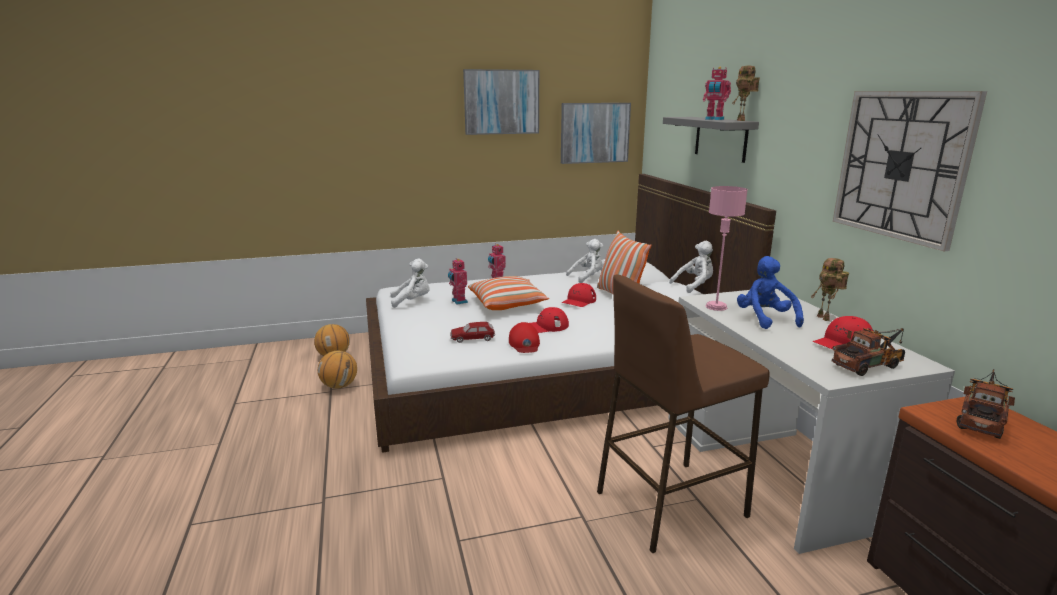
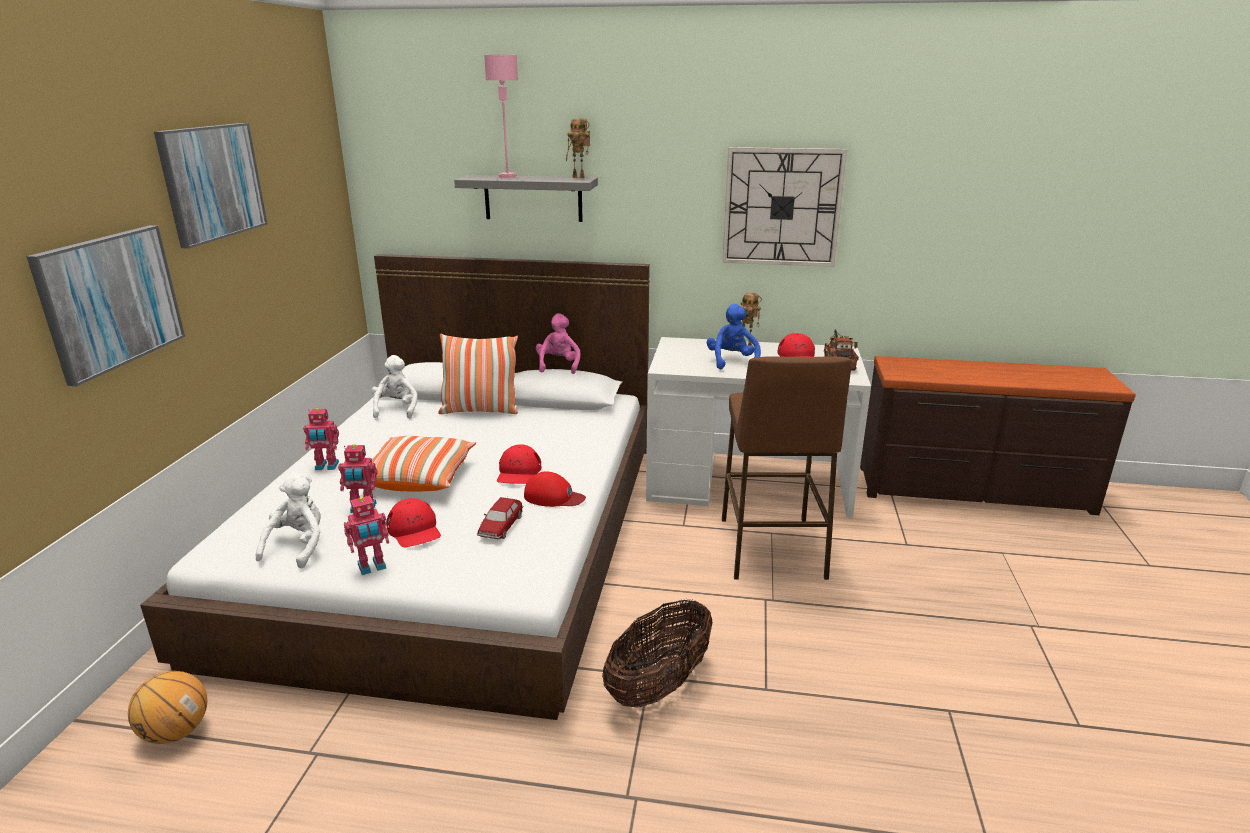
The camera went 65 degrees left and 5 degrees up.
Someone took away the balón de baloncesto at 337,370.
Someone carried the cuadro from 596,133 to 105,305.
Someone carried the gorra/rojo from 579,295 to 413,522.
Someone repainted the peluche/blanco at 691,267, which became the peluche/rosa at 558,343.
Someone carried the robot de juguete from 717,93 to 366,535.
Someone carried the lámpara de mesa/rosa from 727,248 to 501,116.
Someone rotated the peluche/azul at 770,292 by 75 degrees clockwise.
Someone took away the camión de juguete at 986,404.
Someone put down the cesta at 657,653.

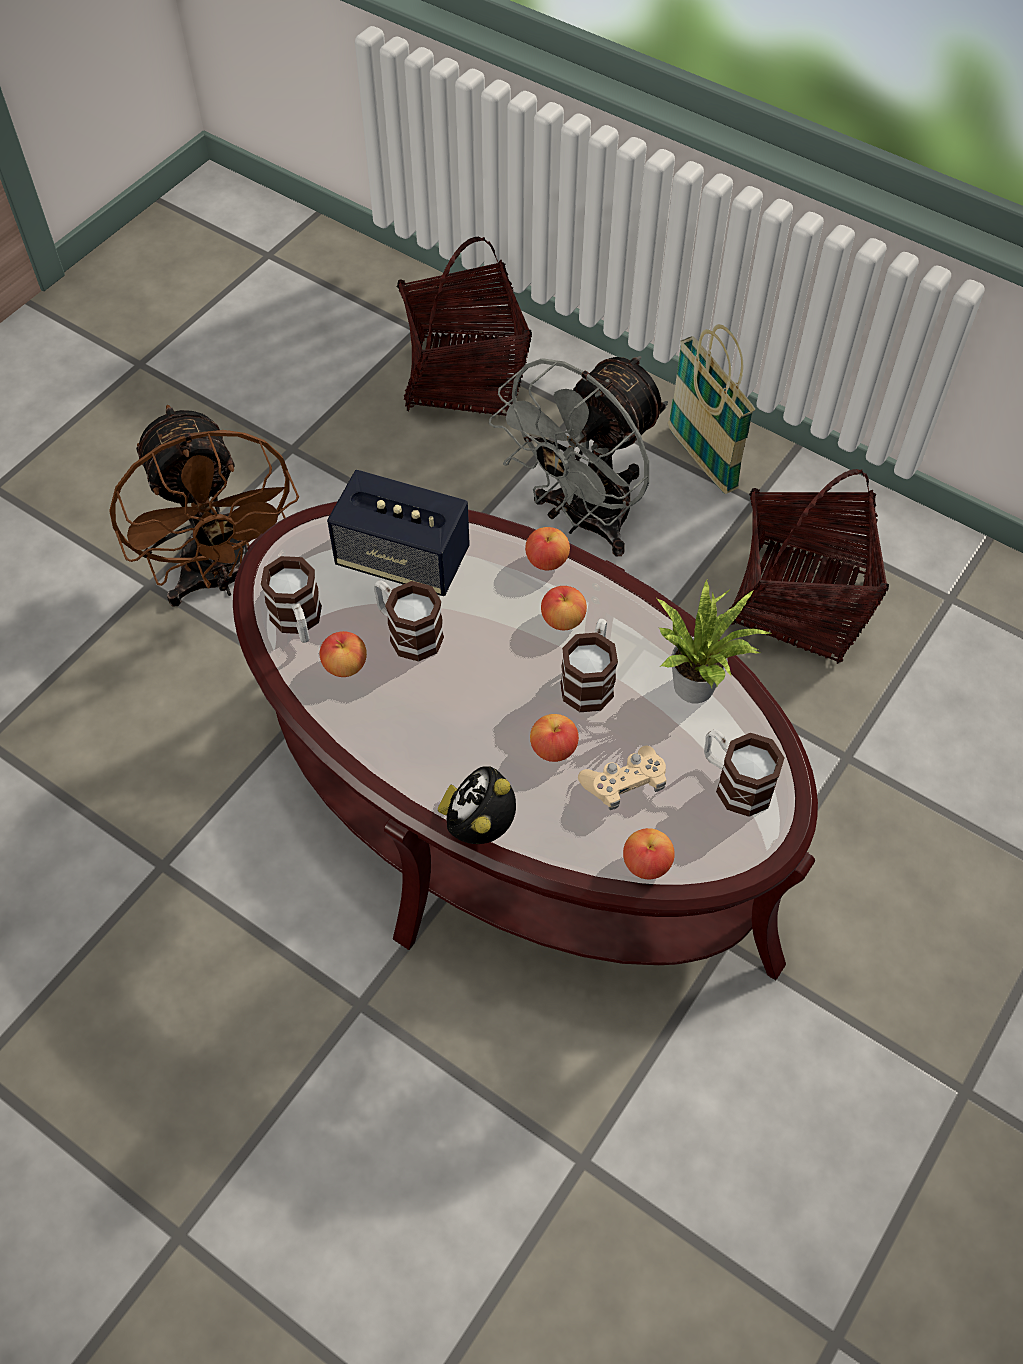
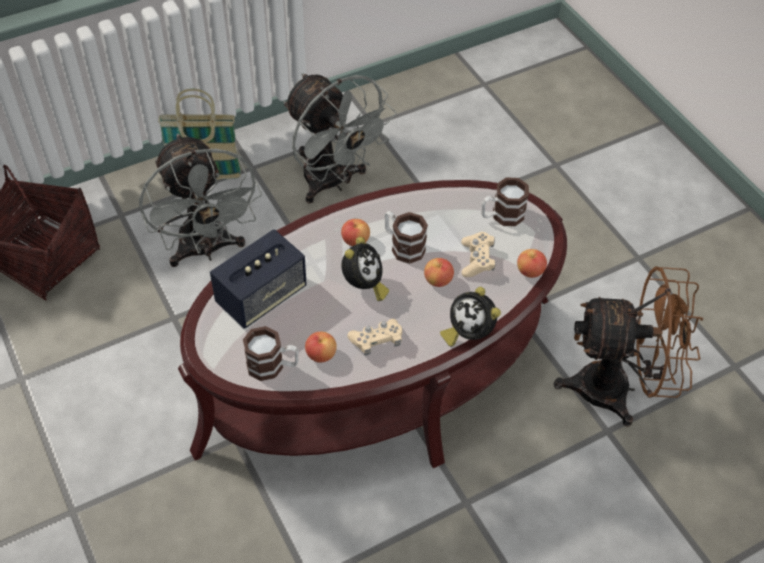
The camera went 65 degrees left and 5 degrees down.
Someone carried the ventilador/marrón from 204,506 to 628,346.
Someone took away the taza grande at 409,621.
Someone took away the manzana at 547,549.
Someone took away the planta en maceta at 713,641.
Someone swapped the cesta at 809,566 for the ventilador/gris at 339,138.
Someone put down the despertador at 365,269.
Someone put down the mando de consola/beis at 374,337.

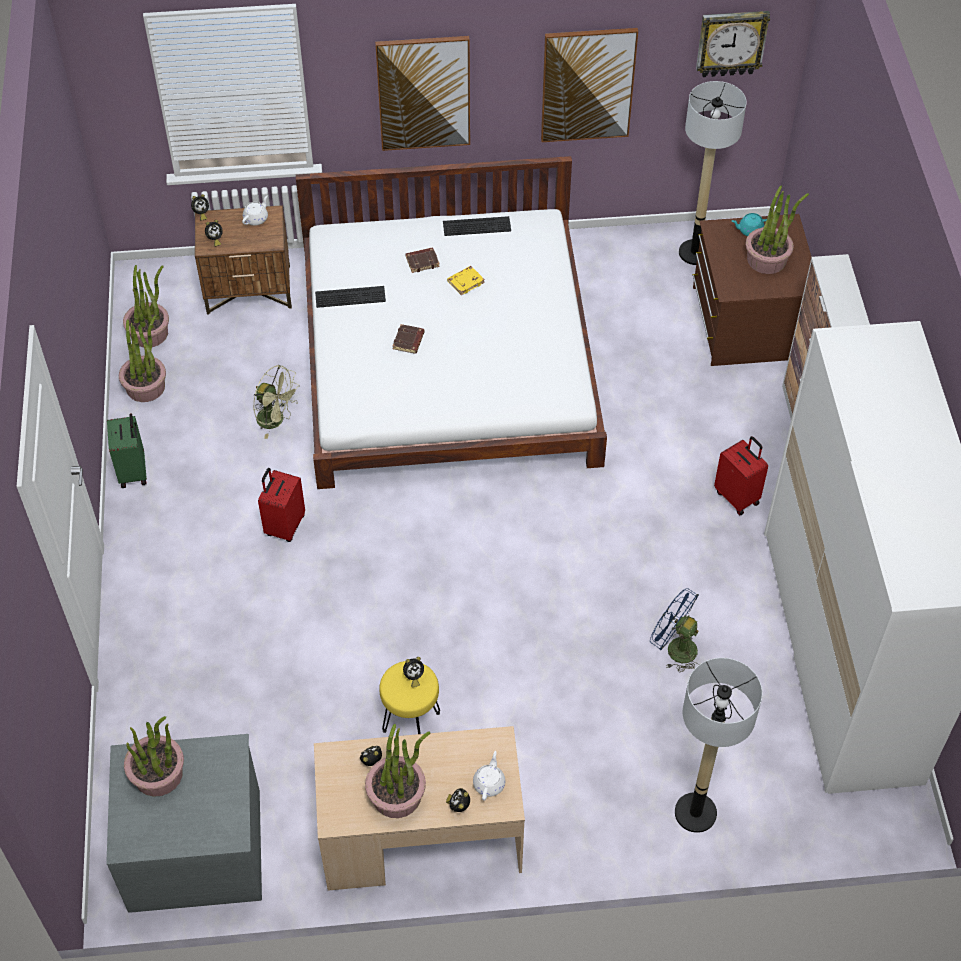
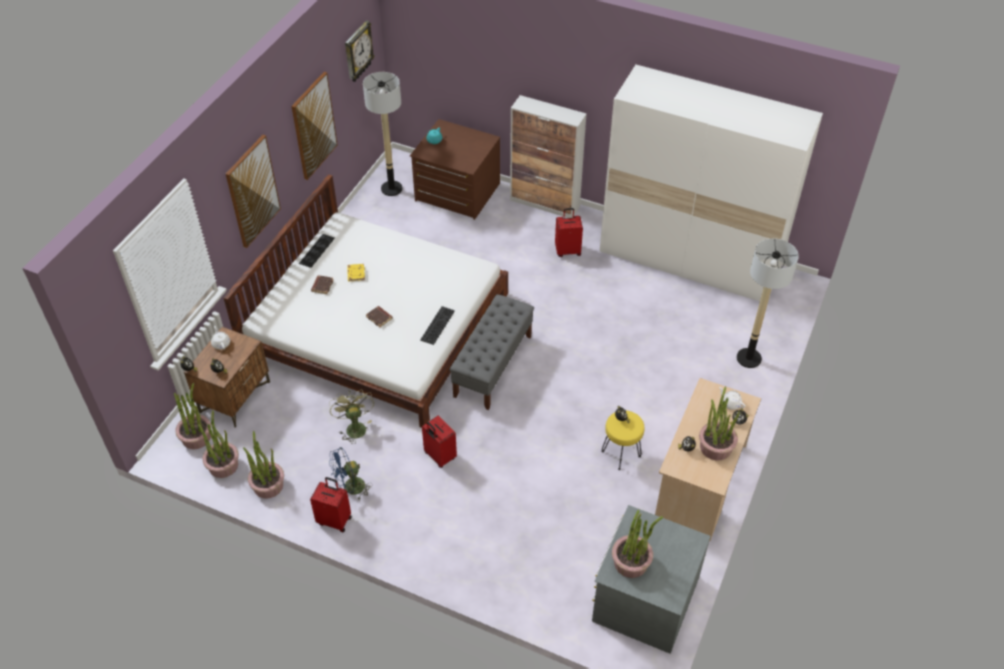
The camera went 60 degrees left and 5 degrees down.
Someone repainted the maleta/verde at 127,450, which became the maleta/rojo at 331,504.
Someone rotated the ventilador/verde at 276,402 by 75 degrees counterclockwise.
Someone carried the teclado from 350,297 to 437,325.
Someone carried the ventilador/azul from 674,630 to 350,473.
Someone carried the planta en maceta from 777,230 to 192,416.
Someone put down the banco/gris at 491,352.

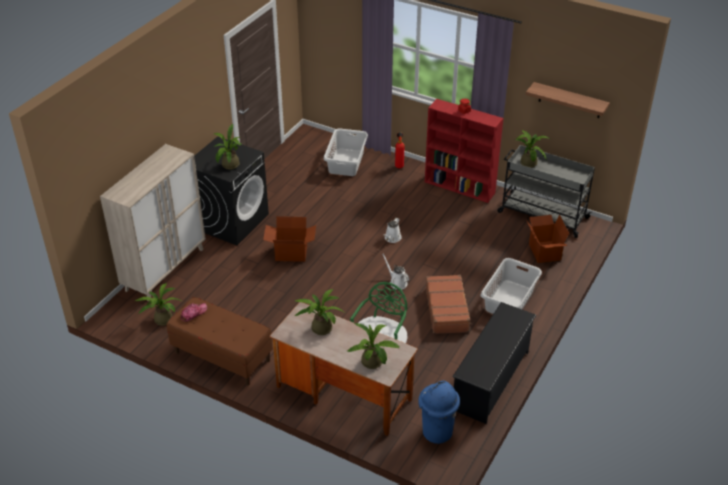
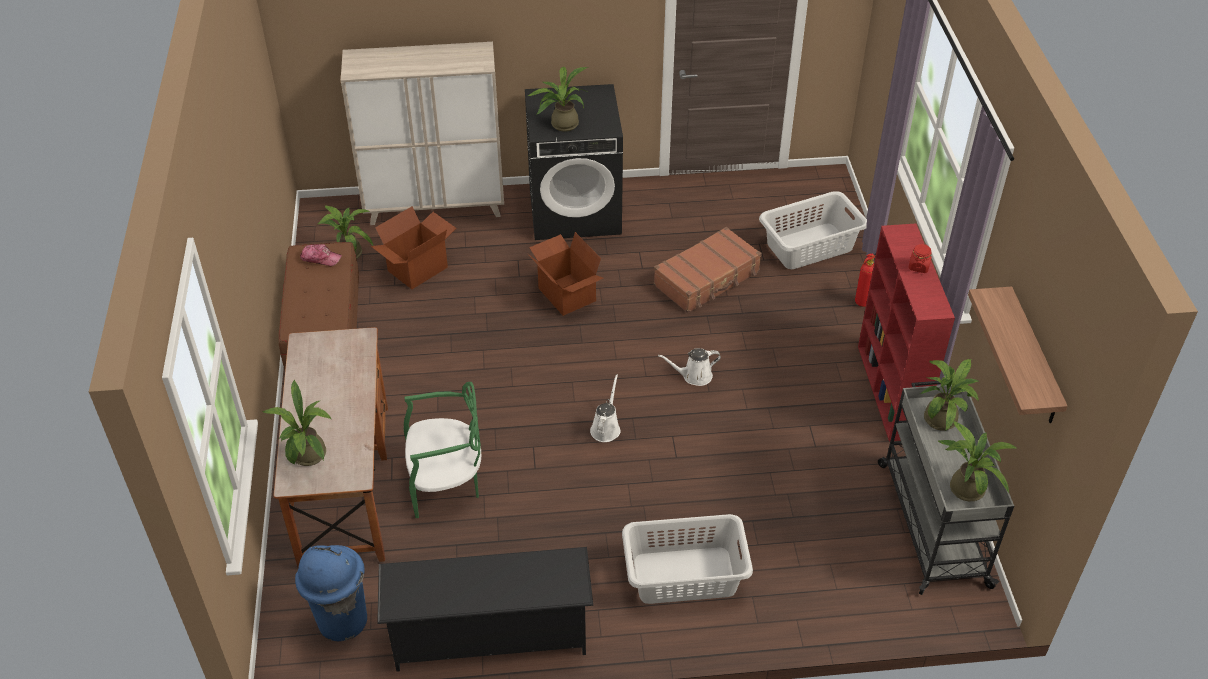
The camera went 55 degrees right and 5 degrees up.
Someone carried the planta en maceta from 319,312 to 978,460.
Someone carried the maleta/marrón from 449,304 to 707,270.
Someone carried the caja de cartón from 547,239 to 413,248.

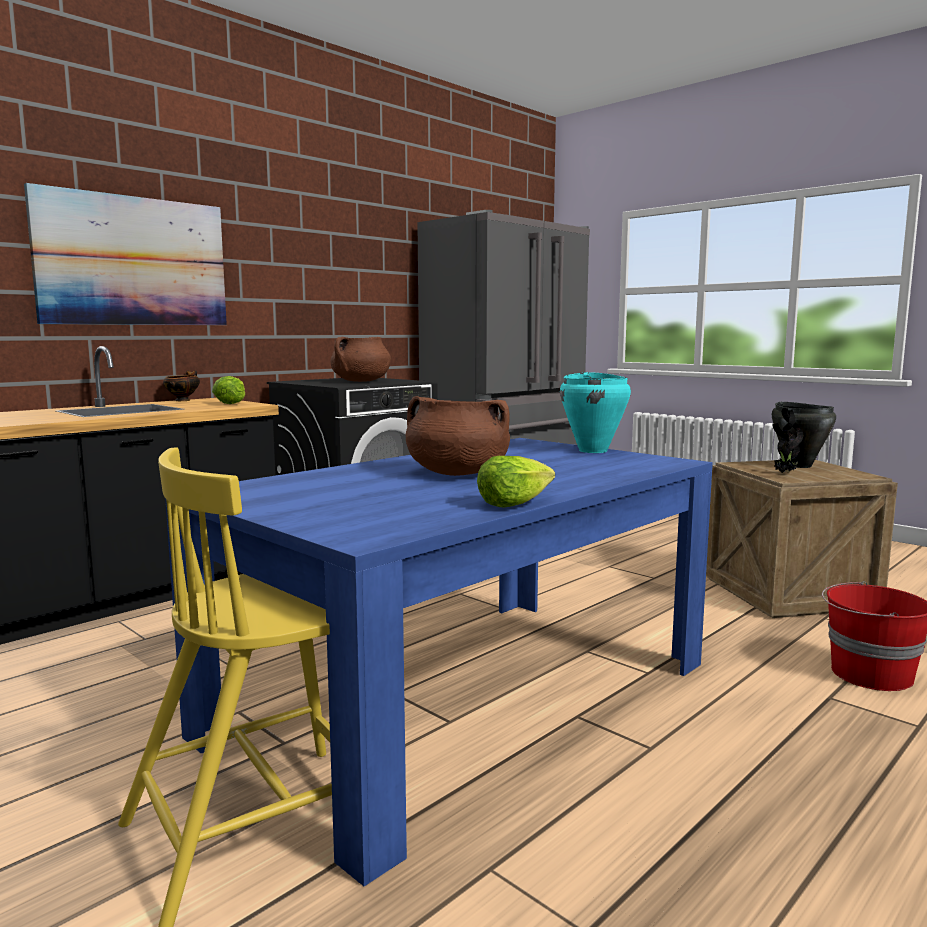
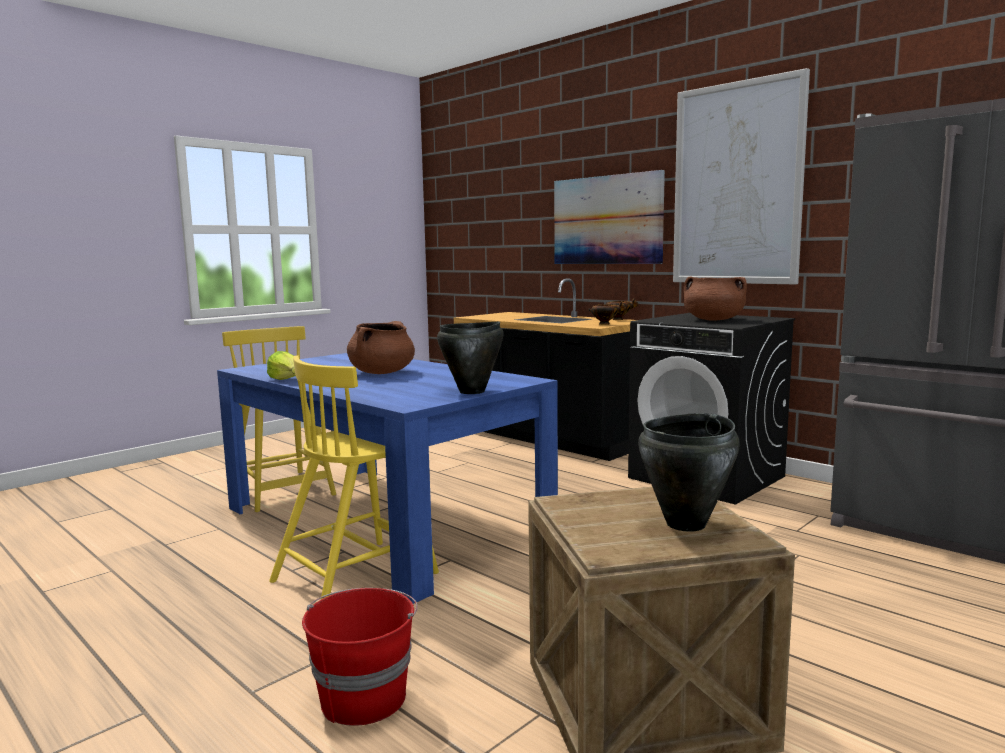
The camera went 90 degrees right and 0 degrees up.
Someone swapped the lechuga at 228,390 for the cuenco at 607,313.
Someone repainted the olla/turquesa at 595,412, which became the olla/negro at 470,357.
Someone took away the planta en maceta at 788,440.
Someone put down the silla/amarillo at 354,477.
Someone put up the cuadro at 741,176.

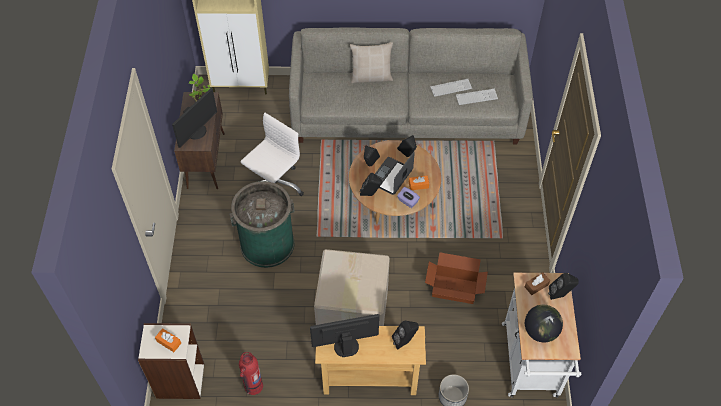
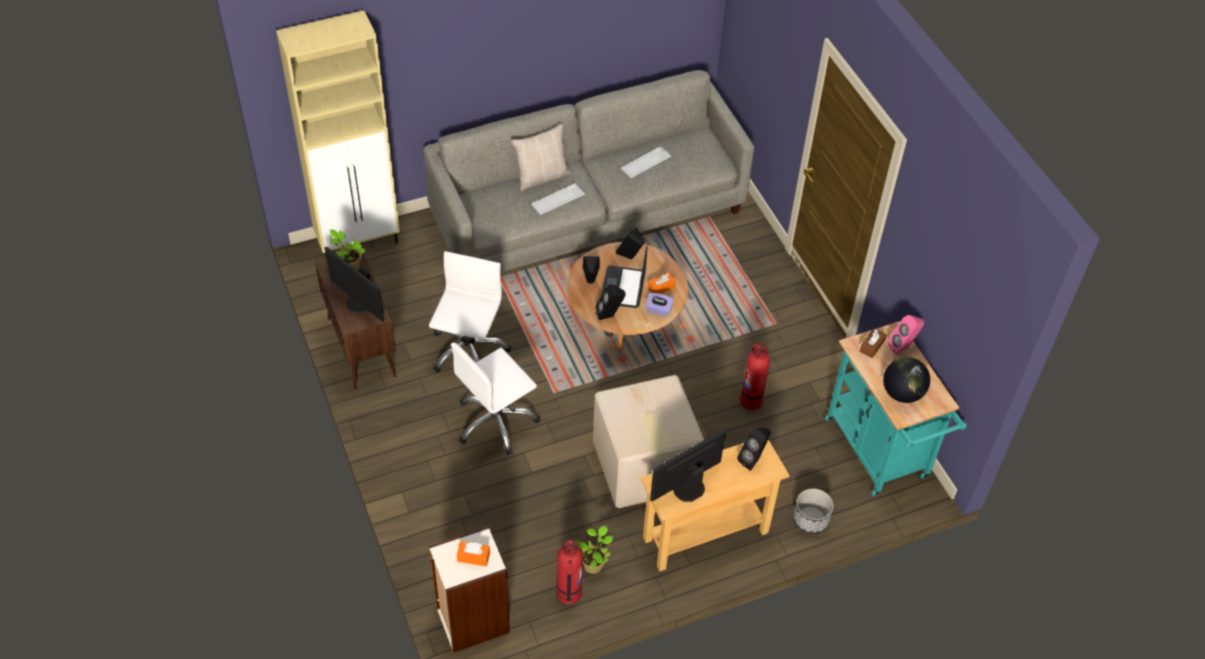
The camera went 25 degrees left and 5 degrees down.
Someone rotated the monitor at 194,118 by 120 degrees clockwise.
Someone swapped the papelera/verde at 262,224 for the silla de oficina/blanco at 495,398.
Someone swapped the caja de cartón at 456,278 for the extintor at 755,377.
Someone carried the teclado from 477,97 to 558,199.
Someone repainted the carrito/blanco at 541,335, which became the carrito/turquesa at 896,408.
Someone repainted the altavoz/negro at 563,286, which became the altavoz/rosa at 905,335.
Someone put down the planta en maceta at 594,549.

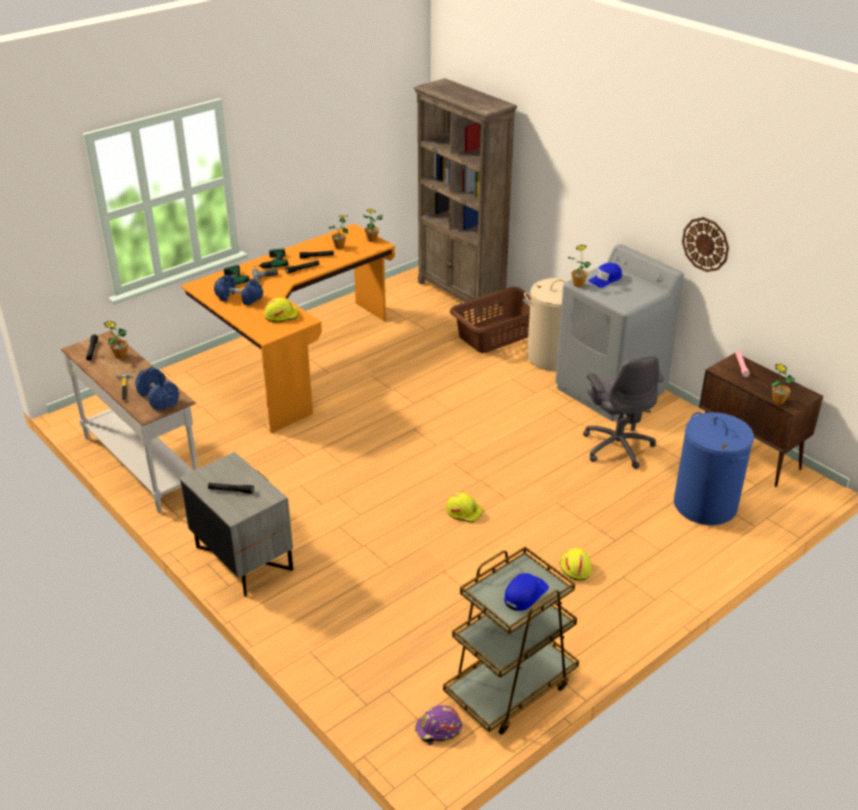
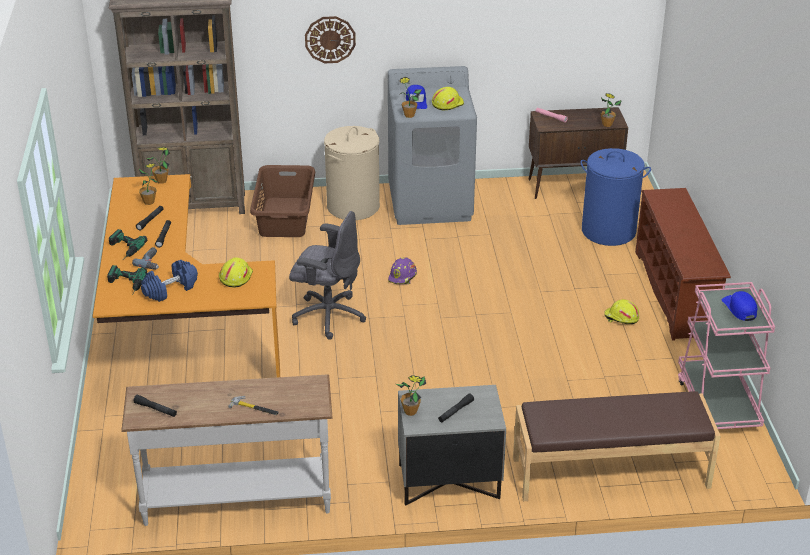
The camera went 55 degrees left and 0 degrees up.
Someone carried the planta en maceta from 116,340 to 411,395.
Someone took away the mancuerna/azul at 157,389.
Someone carried the casco/morado from 438,725 to 402,270.
Someone repainted the carrito/marrón at 511,640, which became the carrito/rosa at 726,355.
Someone carried the casco/amarillo from 464,508 to 448,99.
Someone carried the silla de oficina/gris from 623,412 to 327,275.
Someone carried the reloj de pared from 705,244 to 330,39.
Someone put down the banco/marrón at 616,446.
Someone put down the zapatero/marrón at 683,264.

